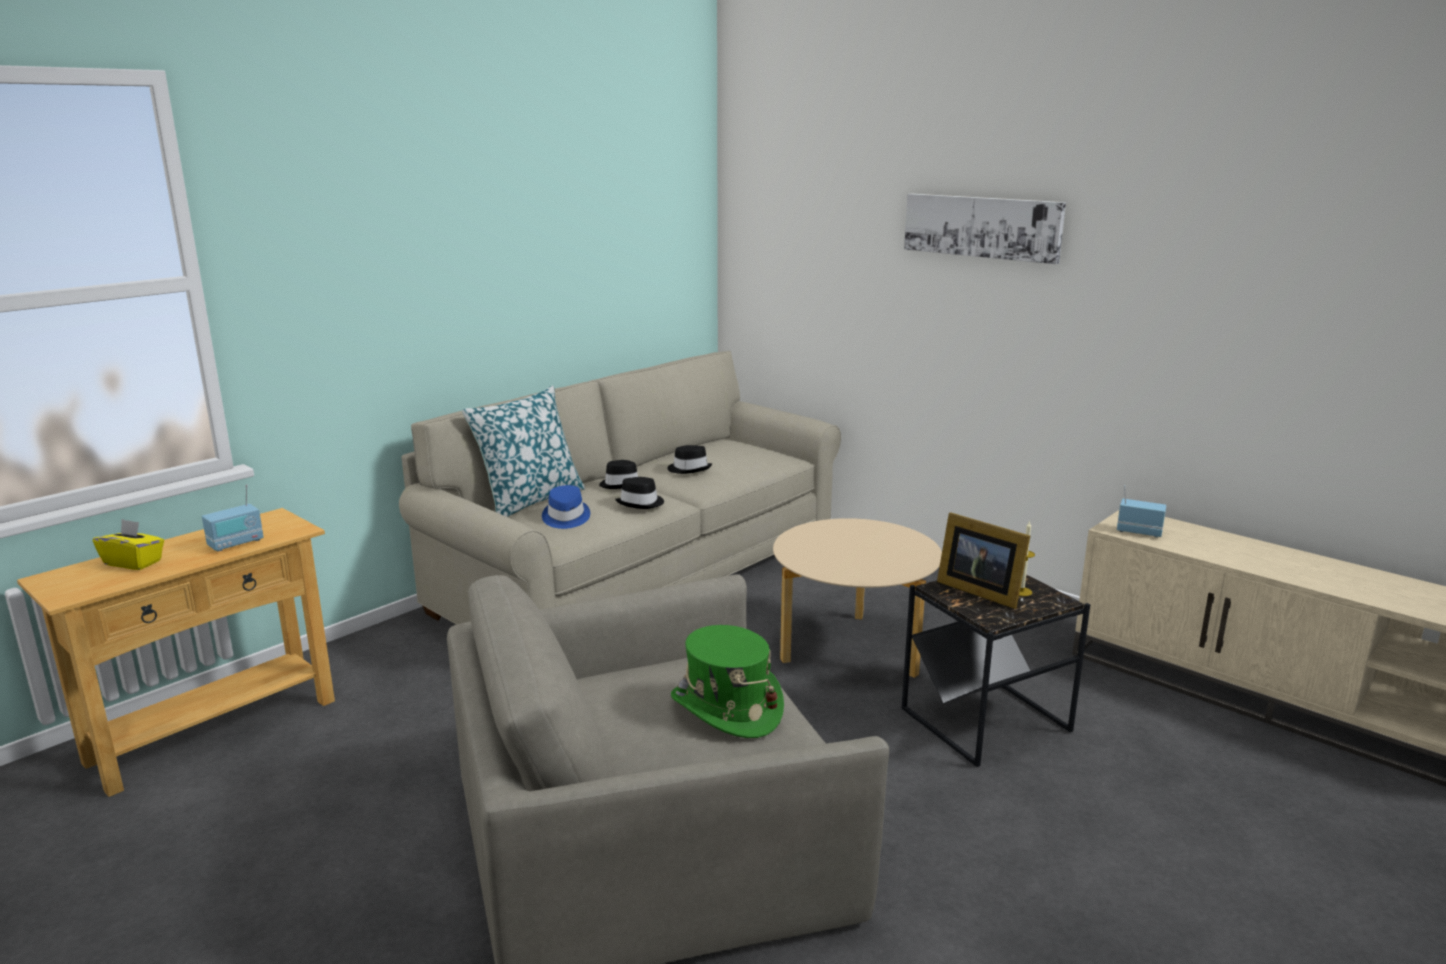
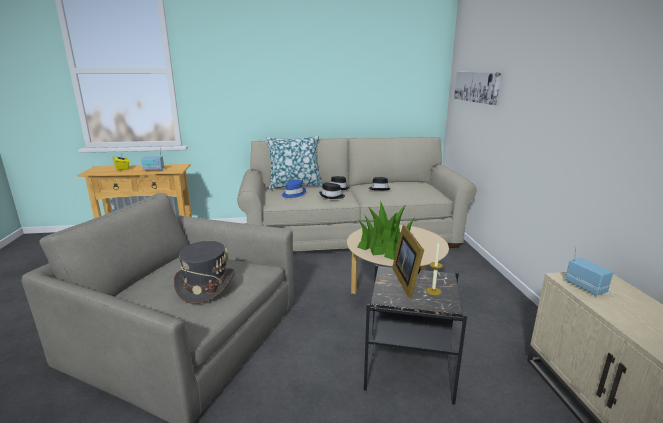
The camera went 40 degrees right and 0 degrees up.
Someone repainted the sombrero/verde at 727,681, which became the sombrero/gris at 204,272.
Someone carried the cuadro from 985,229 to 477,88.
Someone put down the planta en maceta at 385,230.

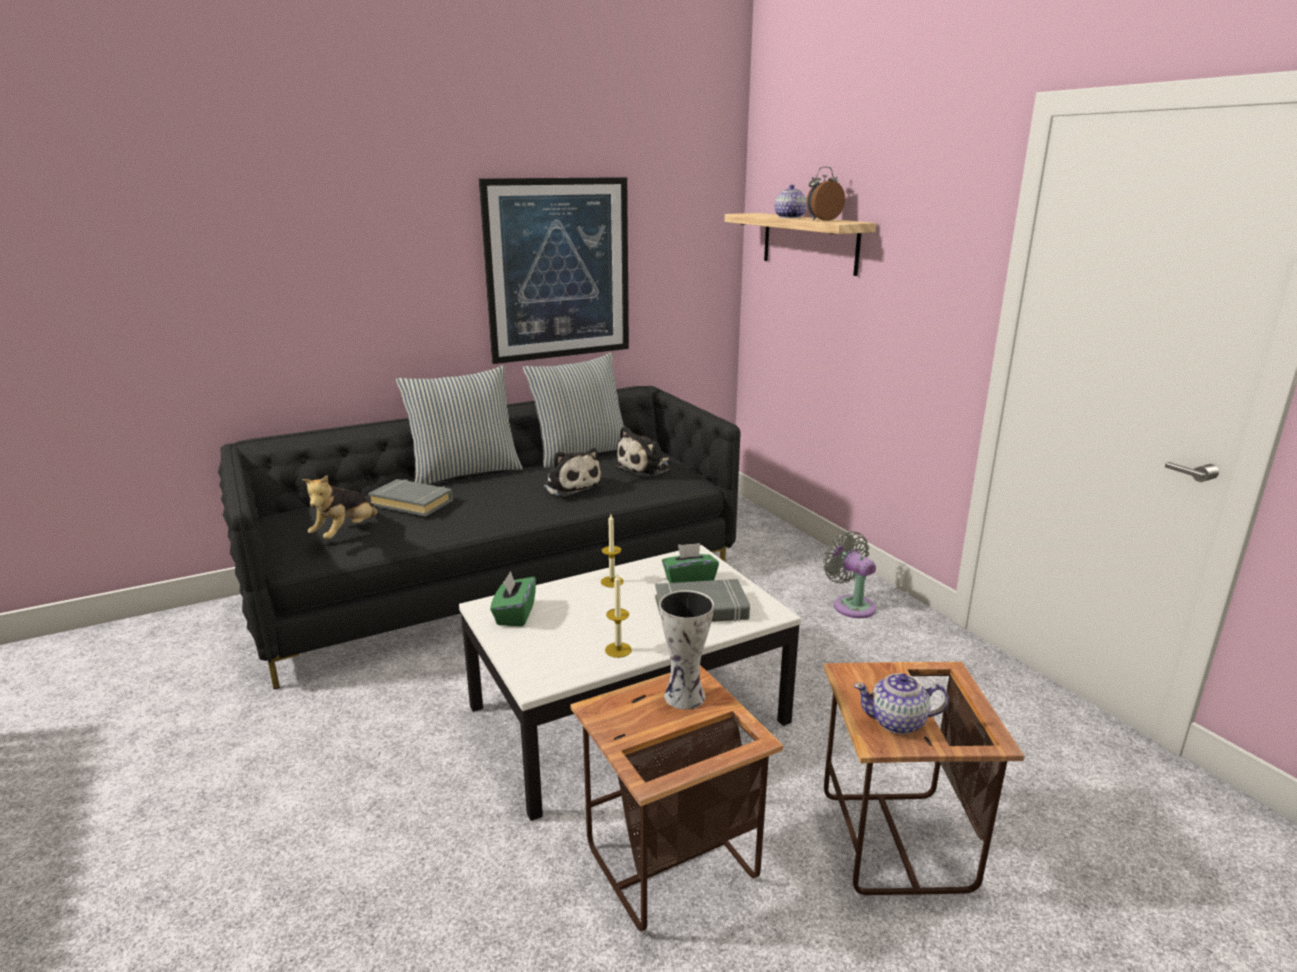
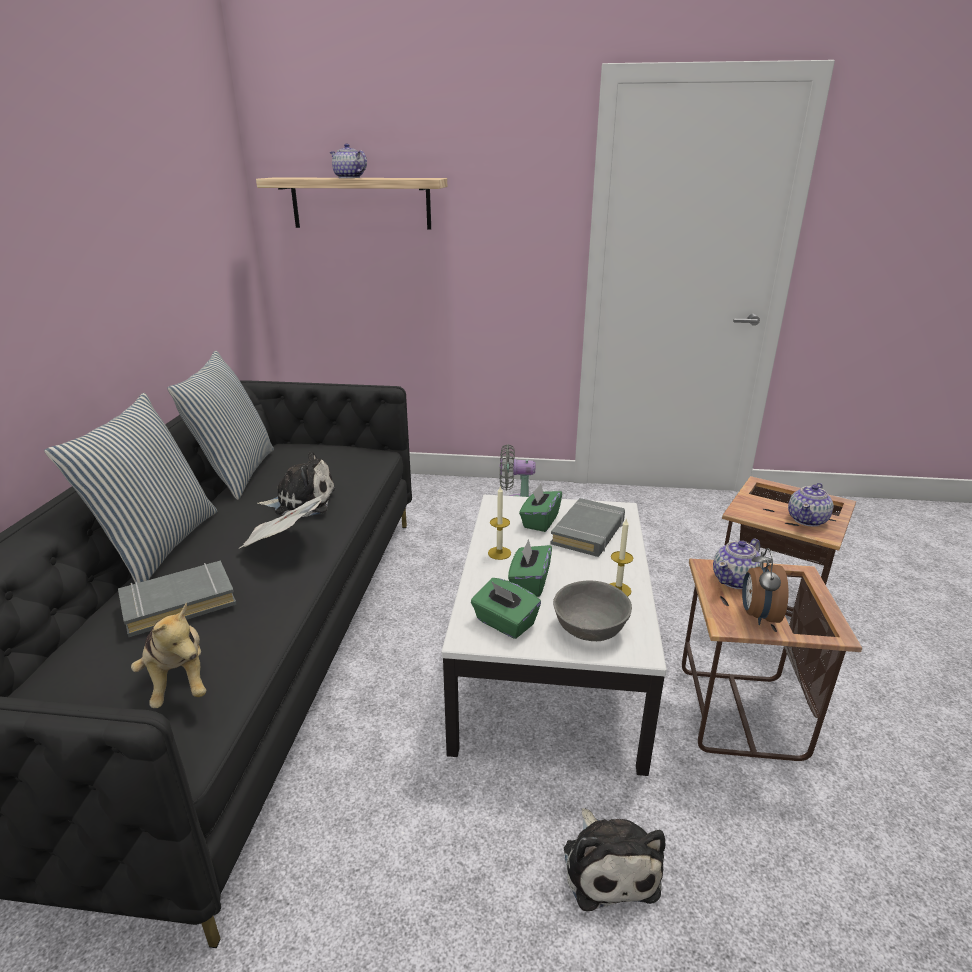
The camera went 55 degrees left and 5 degrees up.
Someone took away the cuadro at 554,270.
Someone carried the peluche from 641,451 to 614,859.
Someone swapped the florero at 686,649 for the tetera at 738,563.
Someone carried the despertador from 825,193 to 765,586.
Someone put down the periódico at 281,521.
Someone put down the caja de pañuelos/verde at 530,568.
Someone put down the cuenco/gris at 592,610.

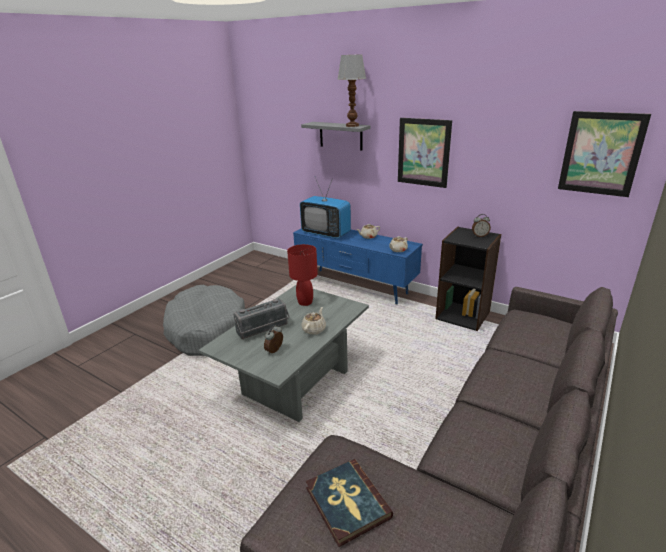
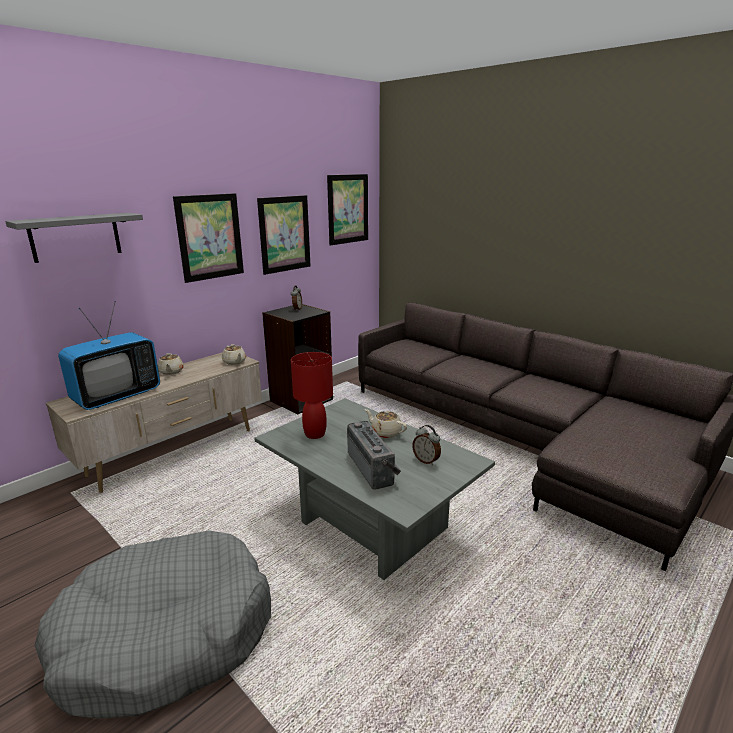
The camera went 80 degrees left and 5 degrees down.
Someone repainted the mueble de televisión/azul at 358,267, which became the mueble de televisión/beis at 154,422.
Someone took away the libro at 349,503.
Someone took away the lámpara de mesa at 352,90.
Someone put up the cuadro at 284,235.

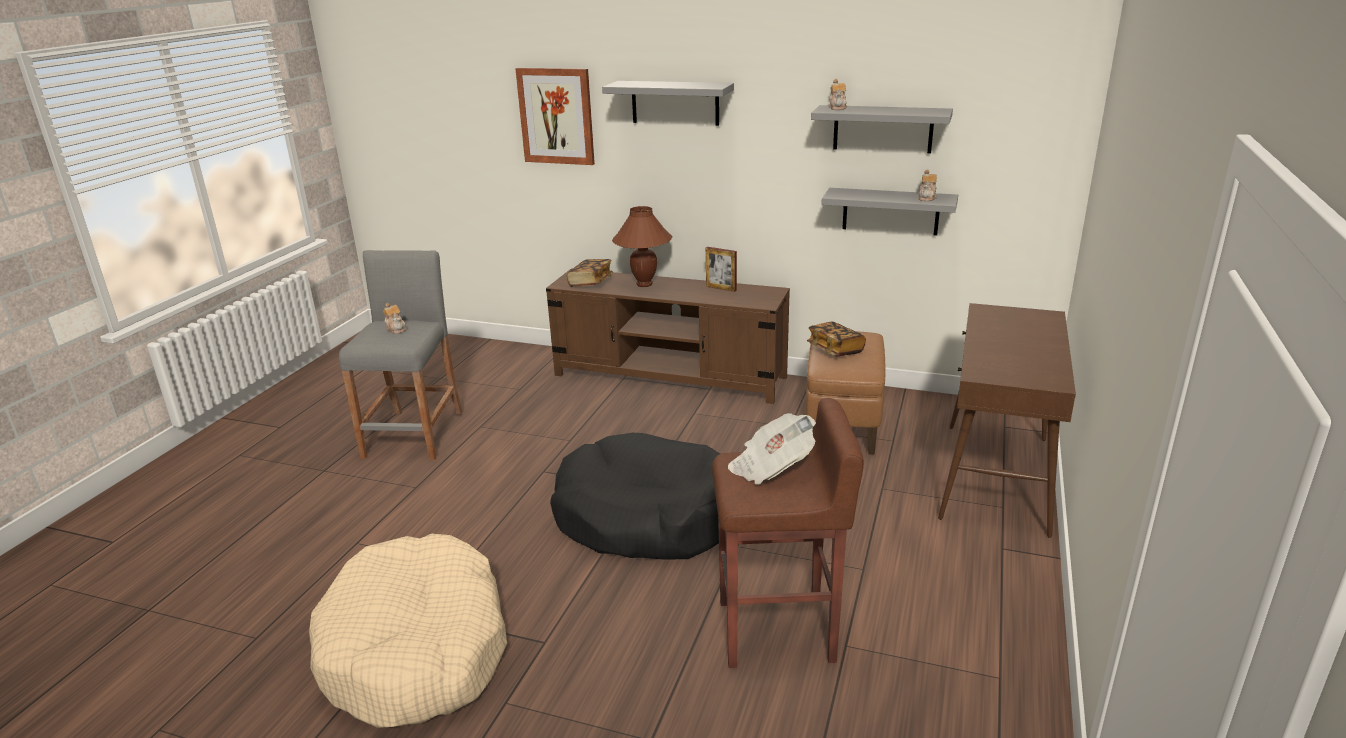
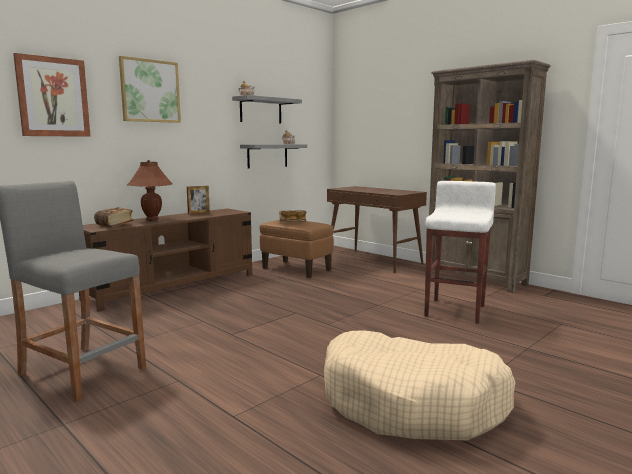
The camera went 65 degrees left and 15 degrees down.
Someone took away the tetera at 394,318.
Someone took away the cama para perro/negro at 635,496.
Someone swapped the estante/gris at 668,103 for the cuadro at 150,89.
Someone repainted the taburete/marrón at 788,533, which became the taburete/blanco at 460,252.
Someone took away the periódico at 772,449.
Someone put down the estantería/marrón at 490,176.

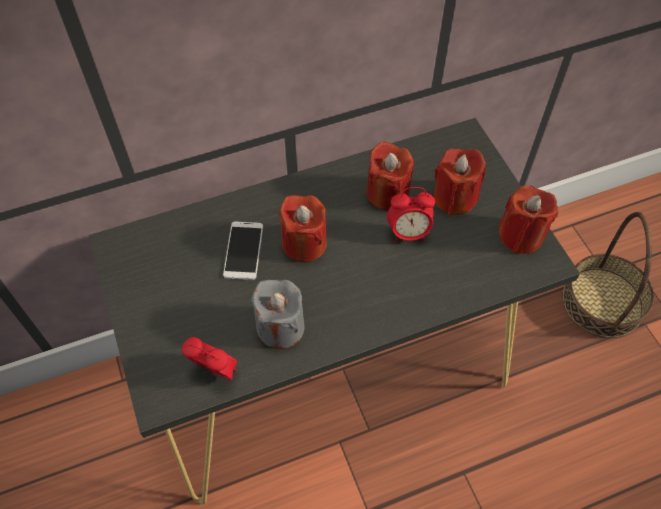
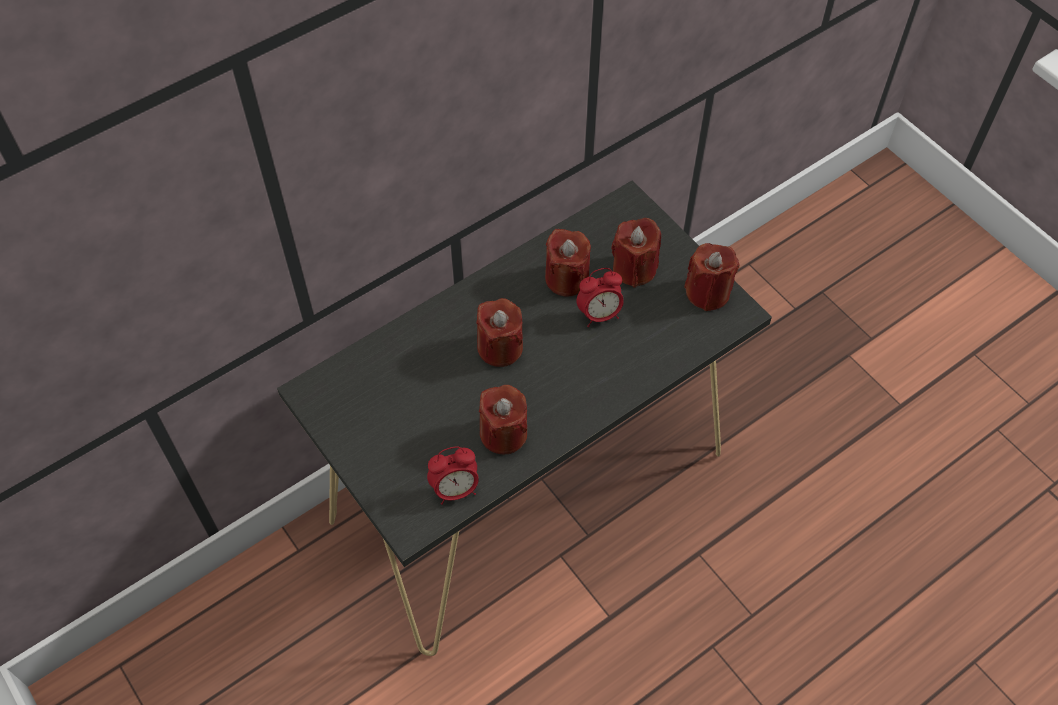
The camera went 15 degrees left and 0 degrees up.
Someone rotated the despertador at 210,358 by 150 degrees clockwise.
Someone took away the móvil at 243,251.
Someone repainted the vela/gris at 277,314, which became the vela/rojo at 503,419.
Someone took away the cesta at 608,275.

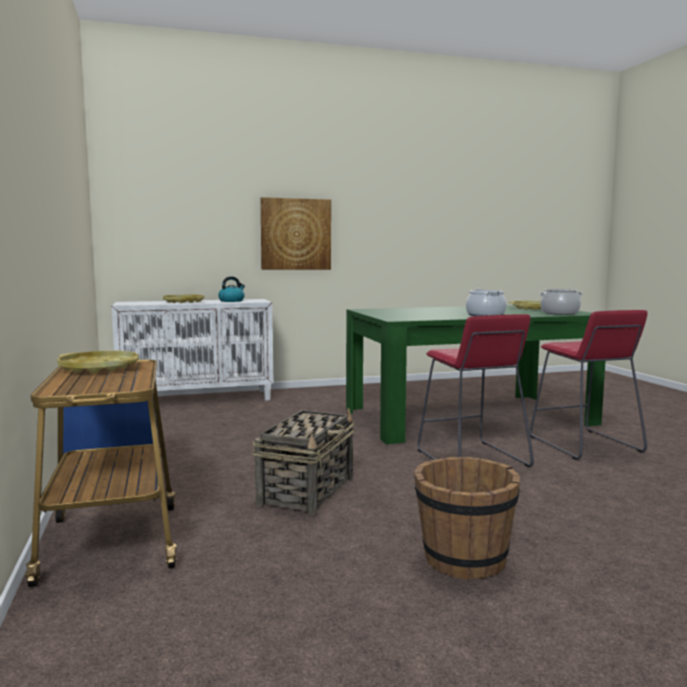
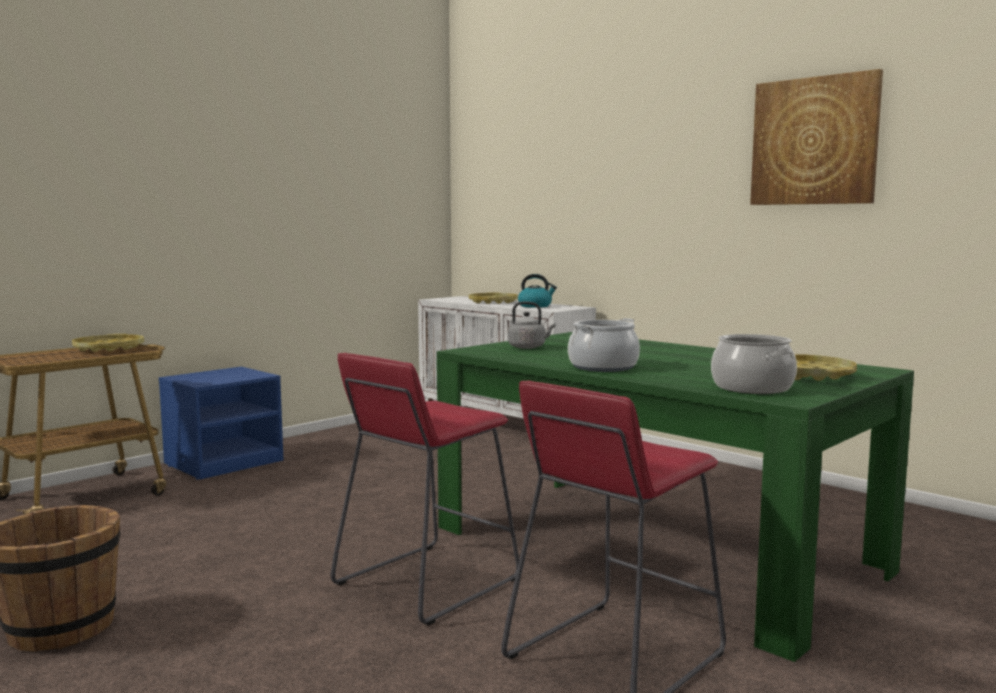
The camera went 60 degrees right and 0 degrees up.
Someone took away the cesta at 303,461.
Someone carried the cuadro from 296,233 to 816,137.
Someone put down the hervidor/gris at 532,325.

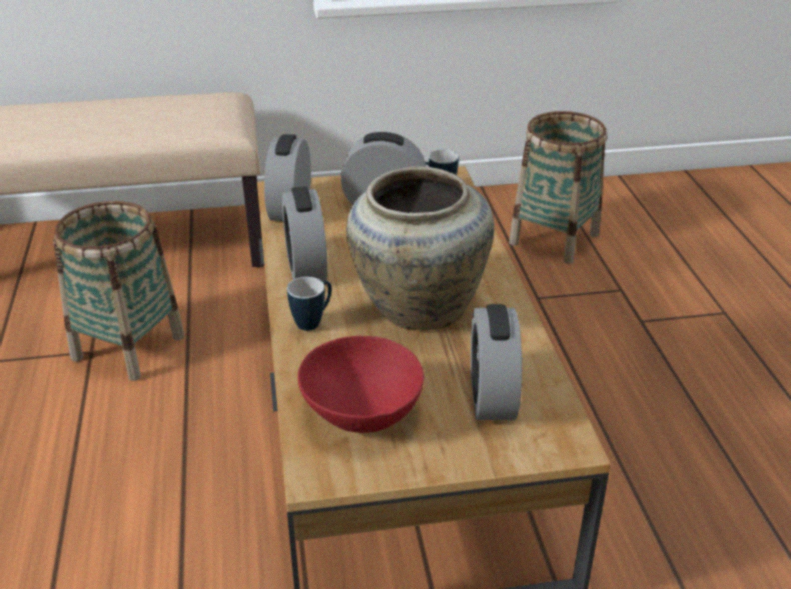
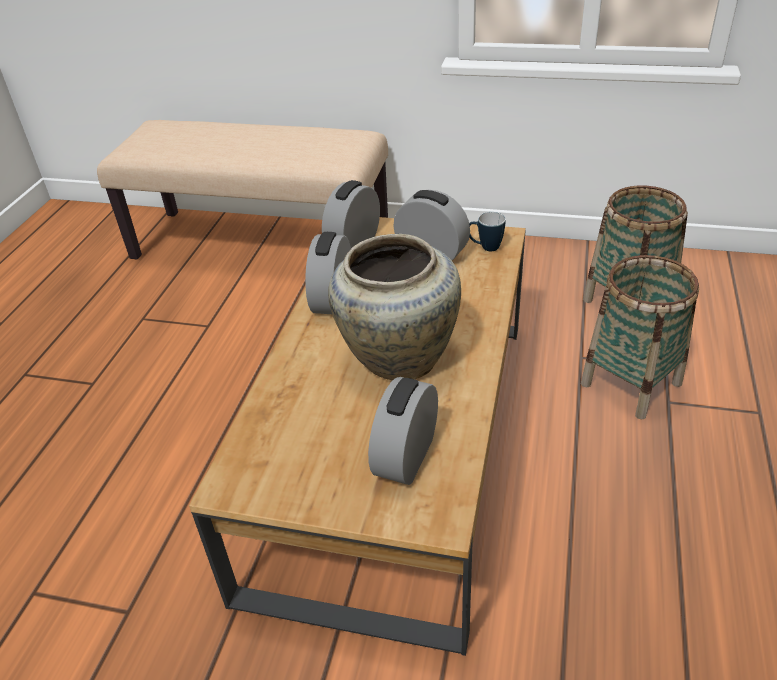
The camera went 25 degrees right and 5 degrees up.
Someone carried the cesta from 118,291 to 640,337.
Someone took away the taza grande at 309,304.
Someone took away the cuenco/rojo at 361,384.

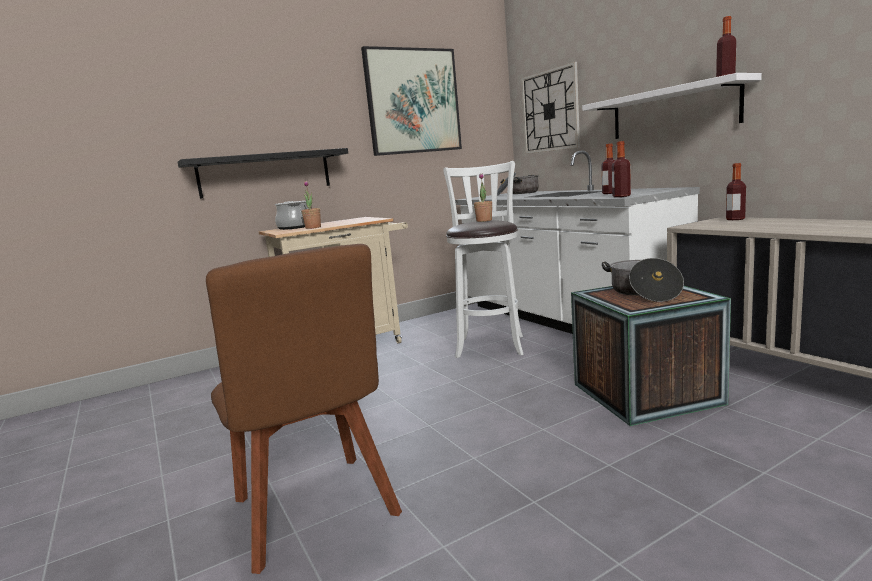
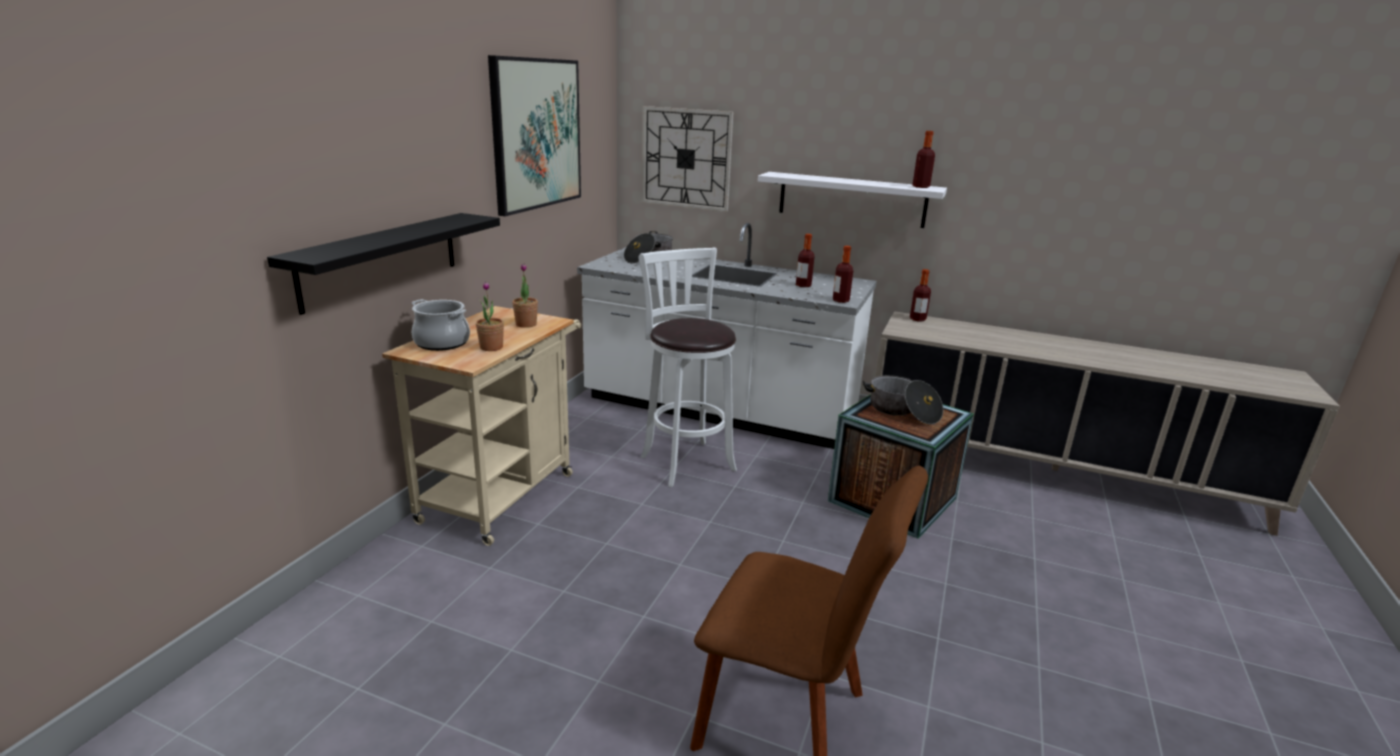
The camera went 40 degrees left and 10 degrees up.
Someone carried the planta en maceta from 483,197 to 525,296.

